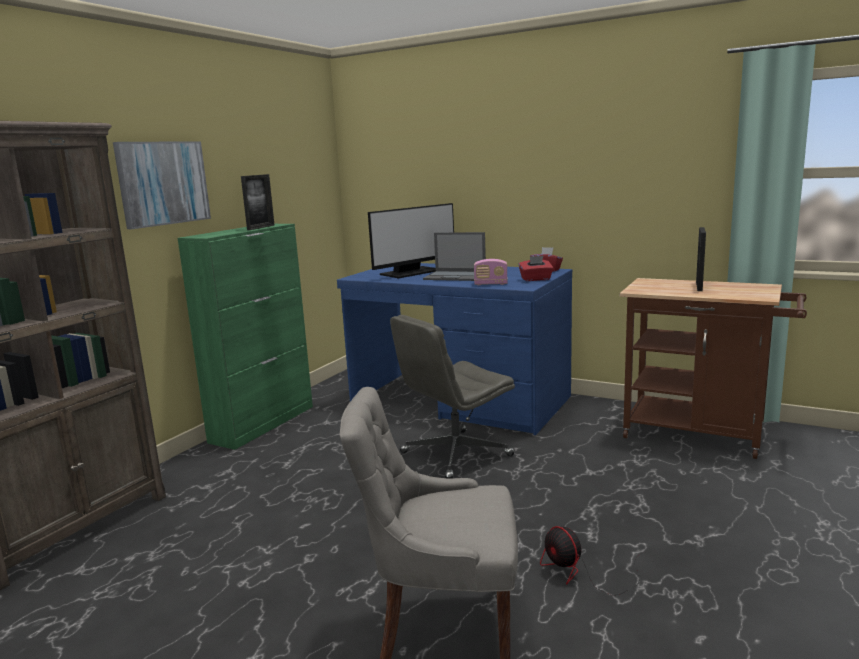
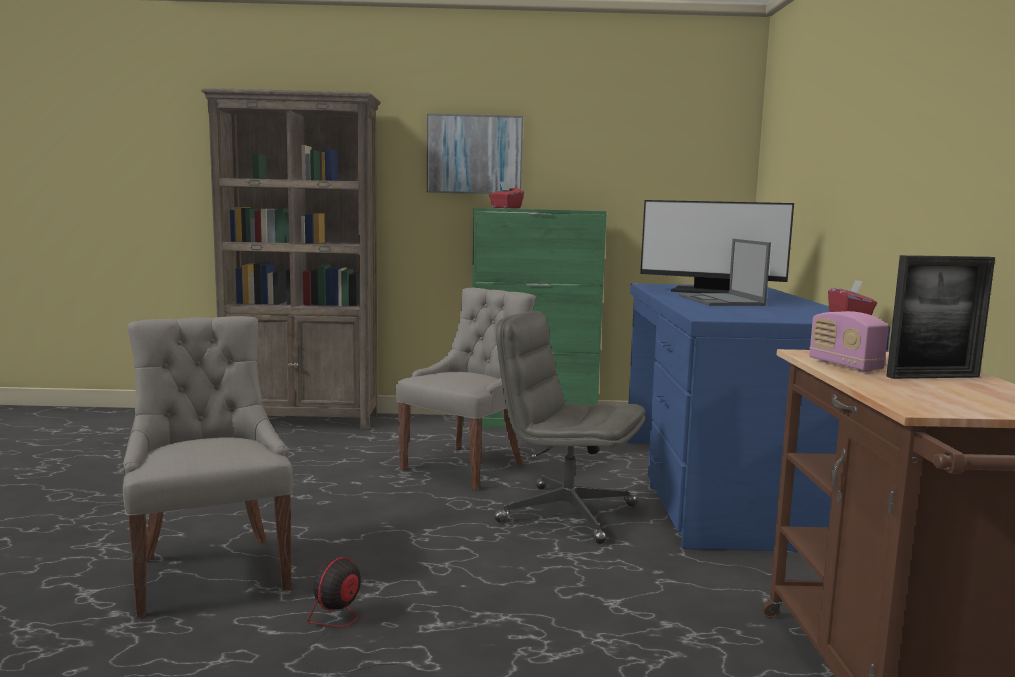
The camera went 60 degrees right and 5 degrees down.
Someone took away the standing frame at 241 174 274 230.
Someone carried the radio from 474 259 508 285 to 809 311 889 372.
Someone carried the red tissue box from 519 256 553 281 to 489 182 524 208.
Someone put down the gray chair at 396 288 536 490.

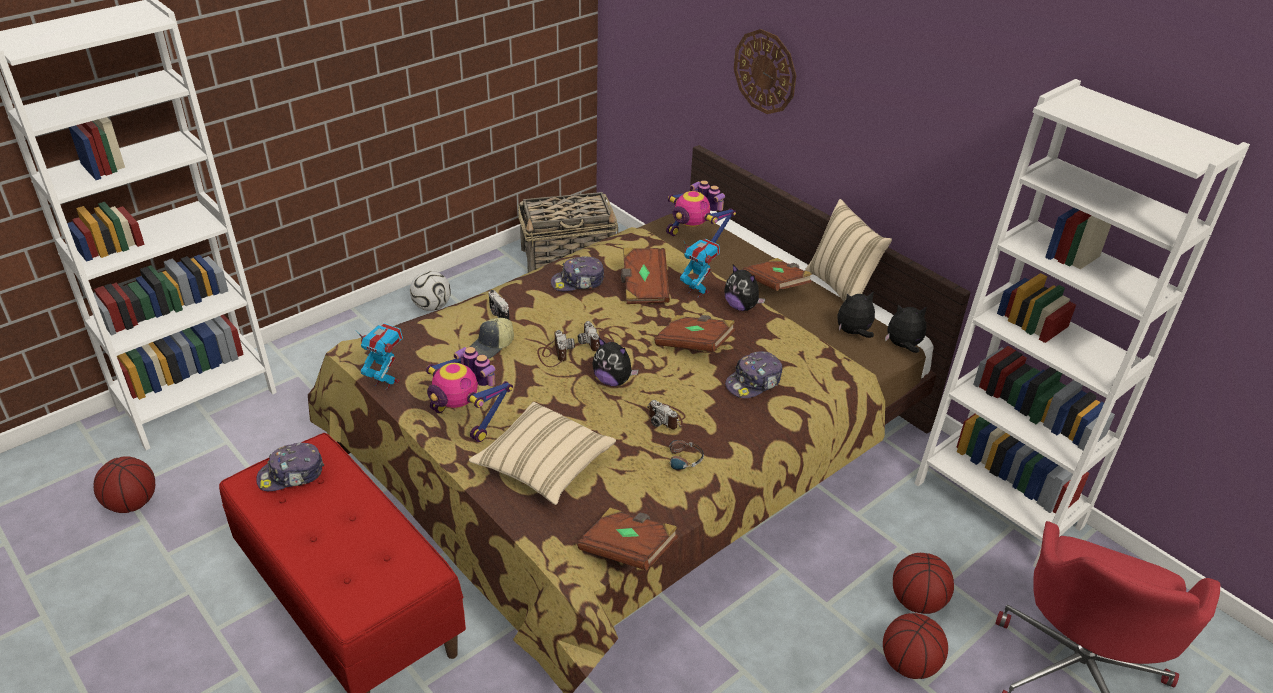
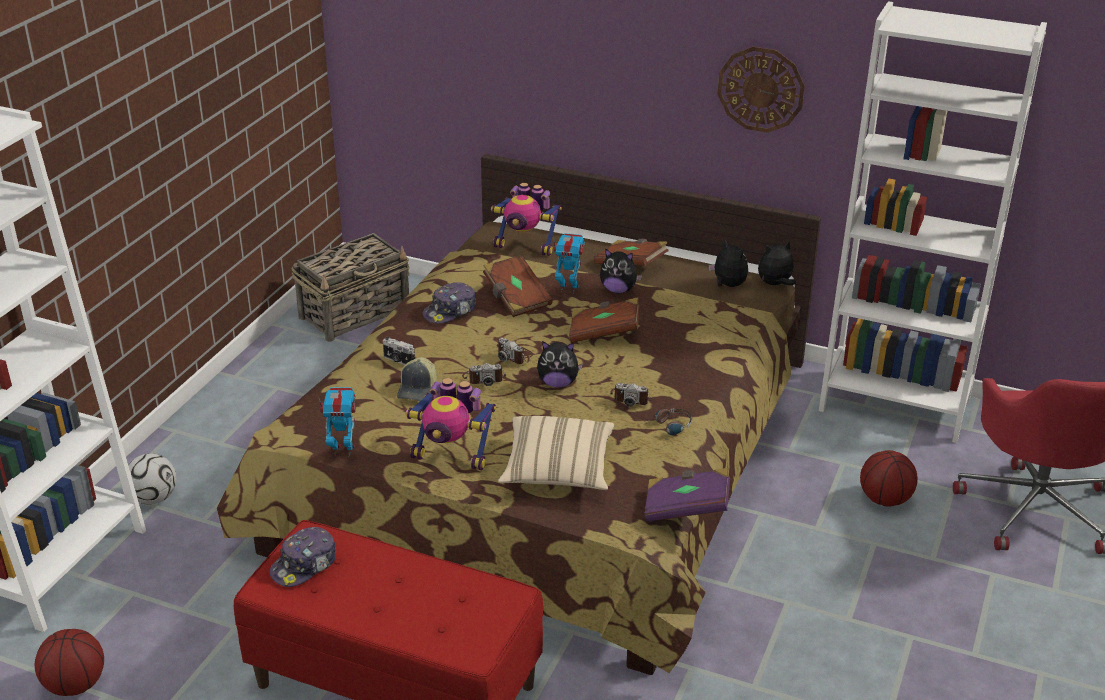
The camera went 25 degrees left and 5 degrees down.
Someone carried the football ball from 410 271 451 311 to 128 453 177 505.
Someone rotated the photo camera at 537 330 575 367 by 120 degrees clockwise.
Someone repainted the brown volume at 577 508 678 571, which became the purplish volume at 644 468 730 522.
Someone took away the baseball cap at 725 351 782 398.
Someone carried the clock on the wall from 734 29 796 114 to 718 47 805 133.
Someone took away the beige-coloured pillow at 805 199 892 301.
Someone rotated the cuddly toy at 837 291 875 338 by 90 degrees clockwise.
Someone took away the basketball ball at 883 613 948 679.

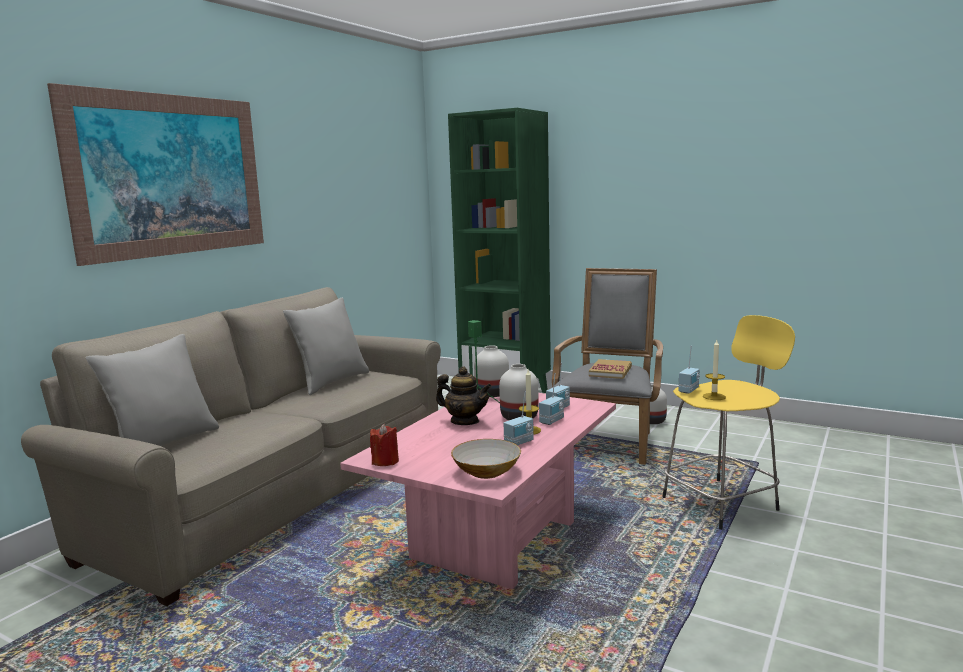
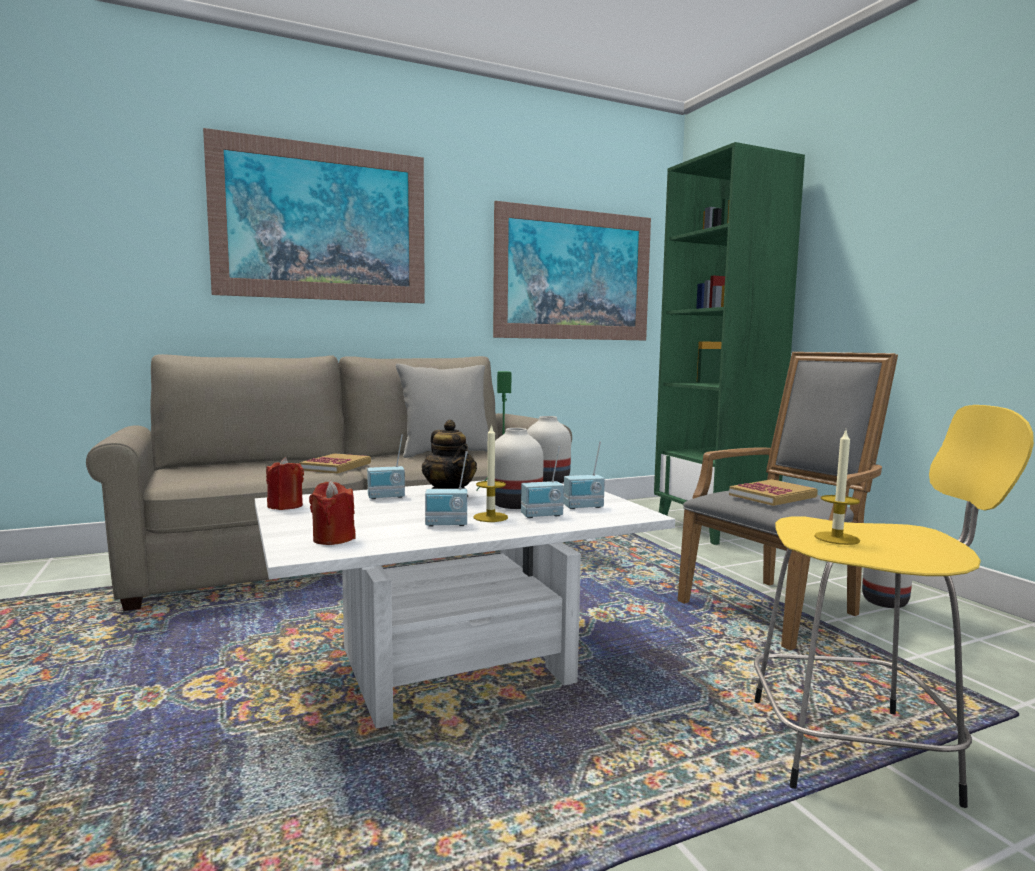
The camera went 35 degrees right and 5 degrees down.
Someone took away the gray pillow at 86 334 219 446.
Someone repainted the pinkish lounge table at 340 393 616 589, which became the white lounge table at 255 480 675 729.
Someone swapped the serving bowl at 451 439 521 479 for the red wax candle at 309 481 356 545.
Someone carried the radio from 678 346 700 394 to 367 434 405 499.
Someone put down the volume at 299 453 371 473.
Someone put up the wall picture at 493 201 651 340.

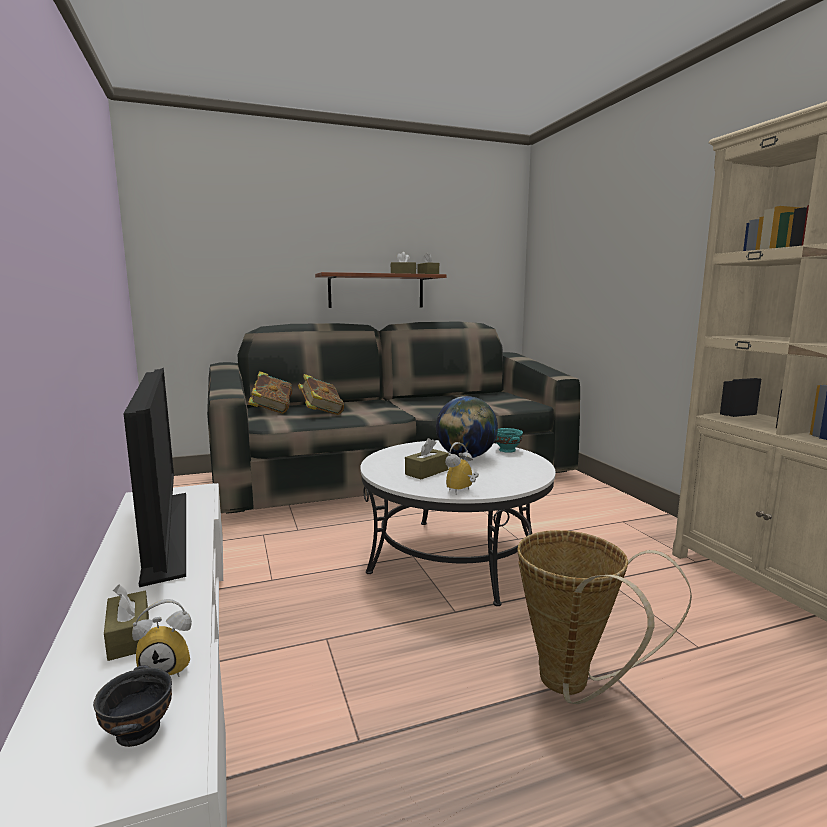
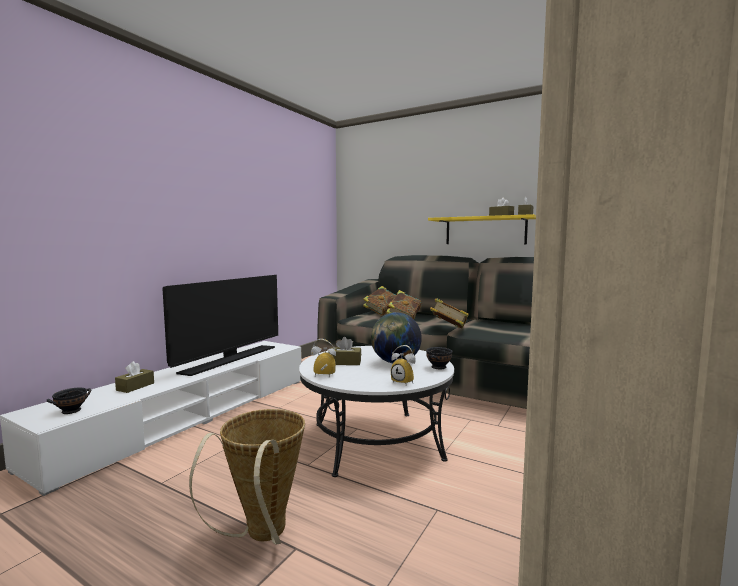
The camera went 50 degrees right and 5 degrees down.
Someone carried the table clock from 132 599 192 677 to 391 345 416 384.
Someone repainted the brown wall shelf at 315 272 447 308, which became the yellow wall shelf at 428 214 536 244.
Someone repainted the turquoise serving bowl at 495 428 523 453, which became the blackish serving bowl at 426 347 452 370.
Someone put down the volume at 430 298 469 328.

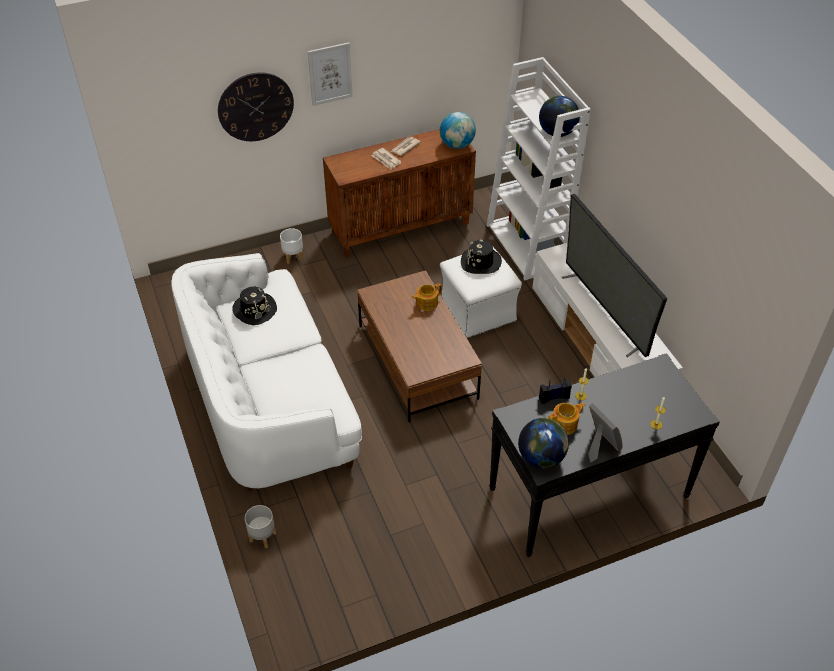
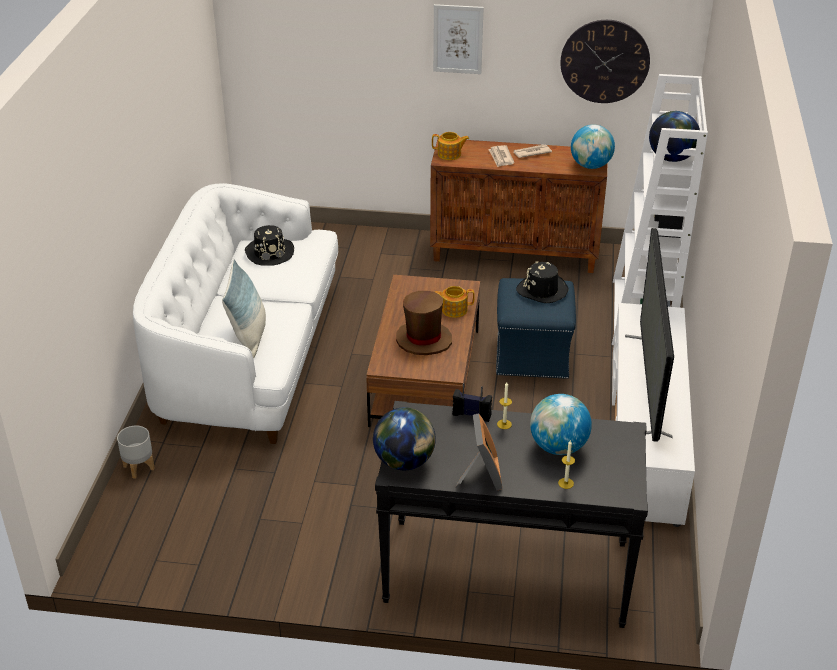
The camera went 30 degrees right and 10 degrees down.
Someone carried the clock on the wall from 218 72 294 141 to 560 20 650 103.
Someone took away the white plant pot at 280 228 303 264.
Someone repainted the white pouffe at 440 247 522 338, which became the blue-coloured pouffe at 496 278 576 379.
Someone carried the pot for tea from 548 403 586 435 to 432 132 469 160.
Someone put down the pillow at 222 259 266 359.
Someone put down the brown clothing hat at 396 291 452 355.
Someone put down the globe at 530 394 592 455.

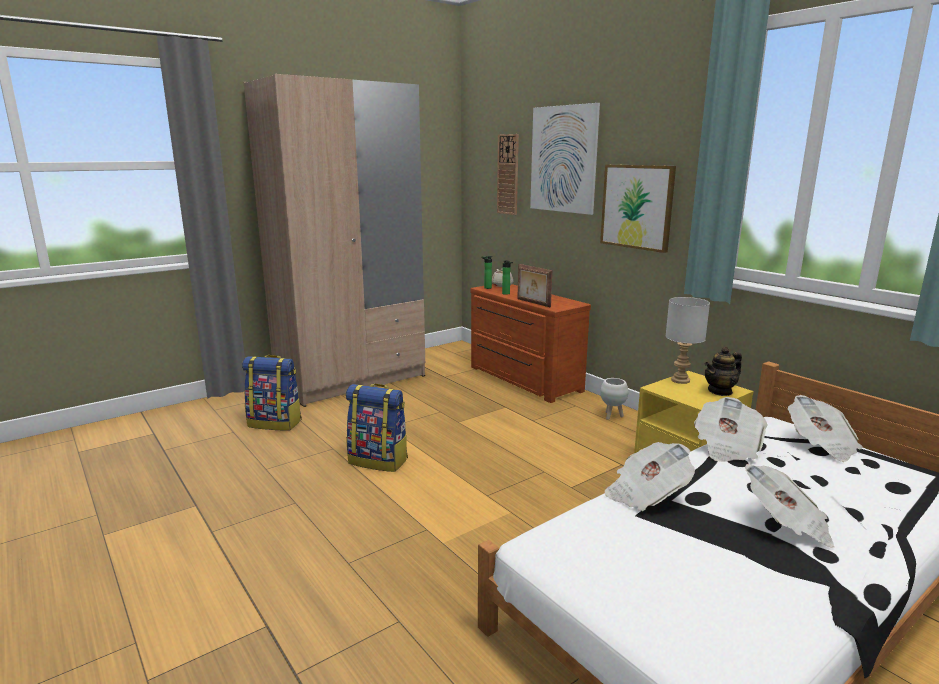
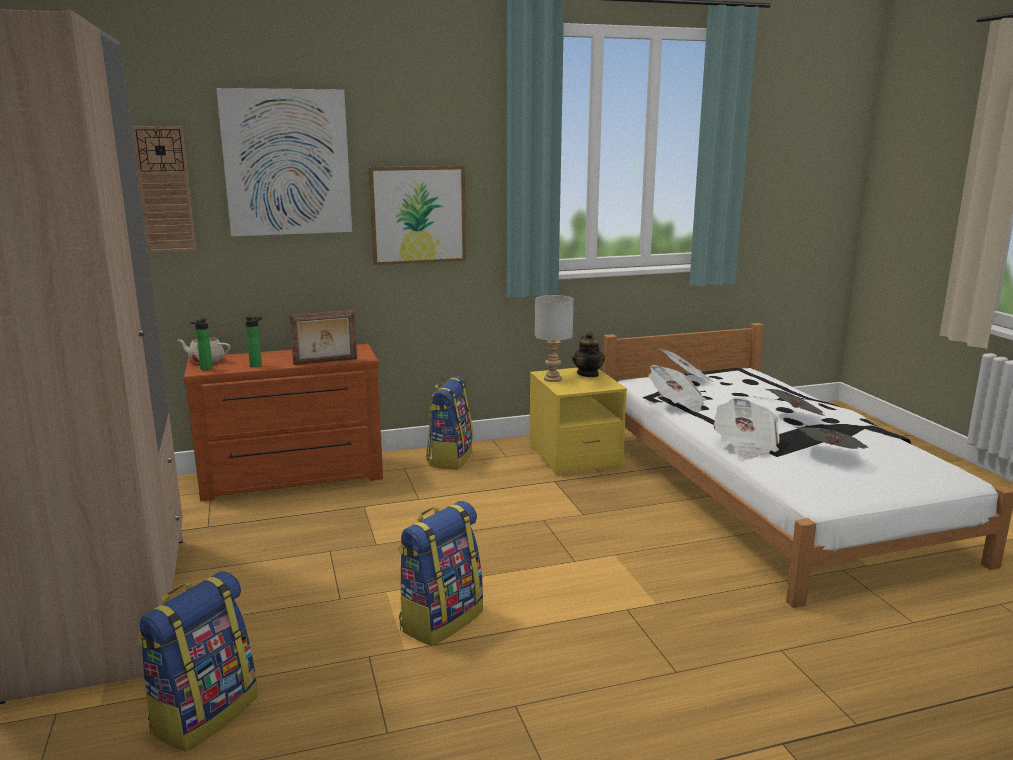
The camera went 70 degrees left and 0 degrees up.
Someone swapped the white plant pot at 600 378 628 420 for the knapsack at 426 376 473 470.
Someone put down the newspaper at 796 427 868 449.

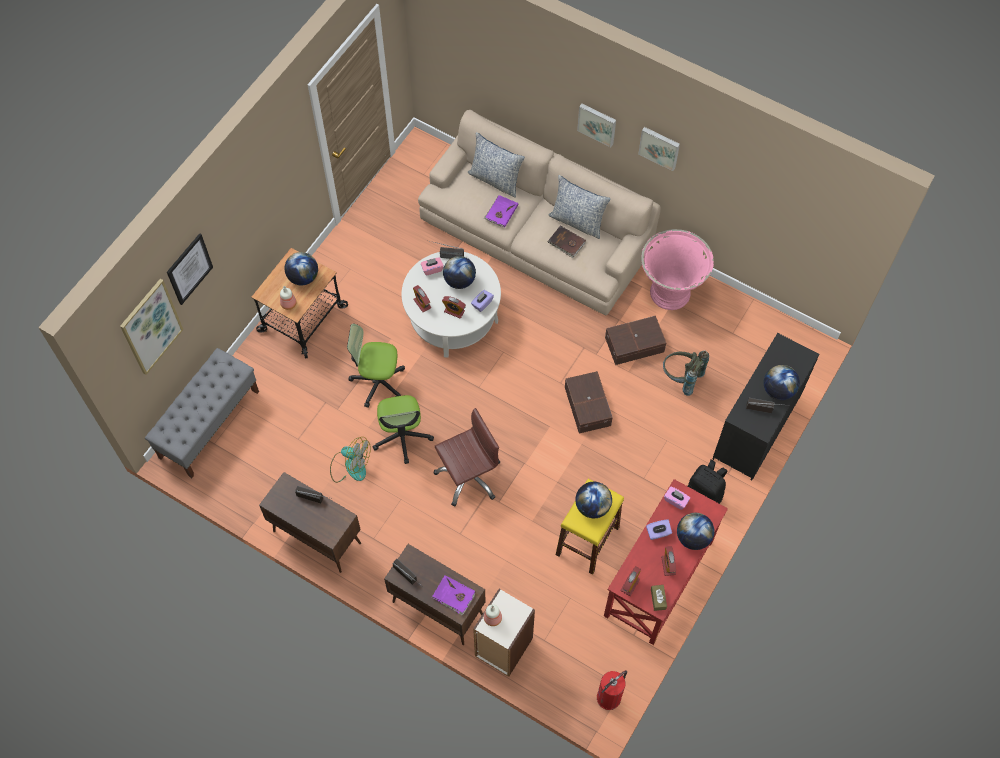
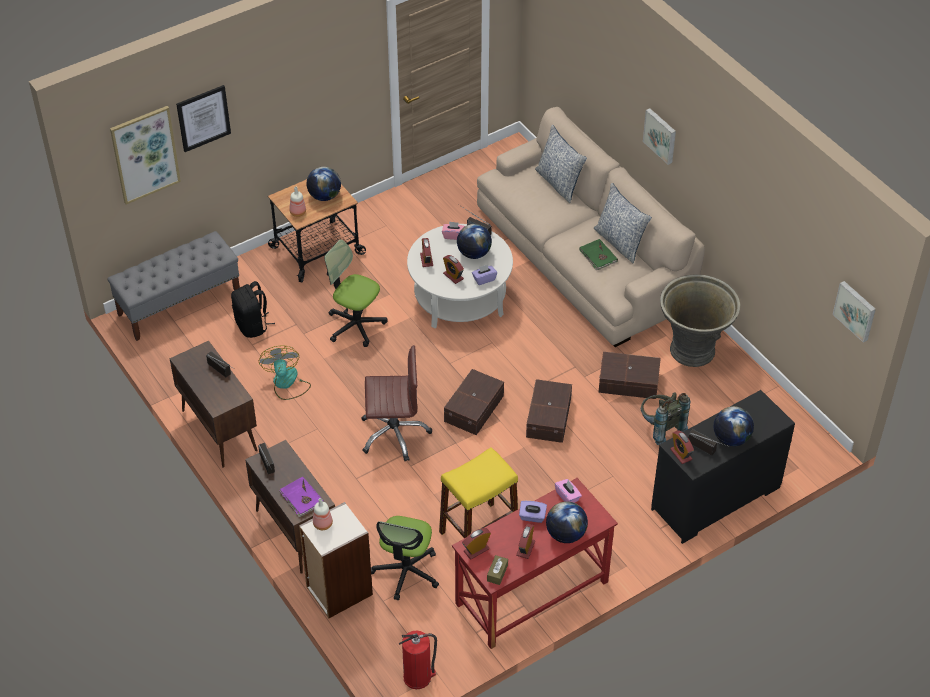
The camera went 25 degrees right and 15 degrees down.
Someone rotated the cooling fan at 330 437 371 483 by 150 degrees counterclockwise.
Someone carried the desk chair from 373 395 434 464 to 371 516 439 601.
Someone took away the purplish volume at 484 195 518 228.
Someone repainted the brown volume at 548 226 586 258, which became the green-coloured volume at 579 239 618 270.
Someone took away the globe at 575 482 612 518.
Someone carried the wall picture from 638 127 680 171 to 833 281 876 343.
Someone repainted the pinkish plant pot at 641 229 714 310, which became the gray plant pot at 660 275 740 367.
Someone carried the blackish knapsack from 688 459 727 504 to 231 281 275 338.
Someone put down the brown storage bin at 444 369 504 435.
Someone put down the table clock at 670 430 694 464.

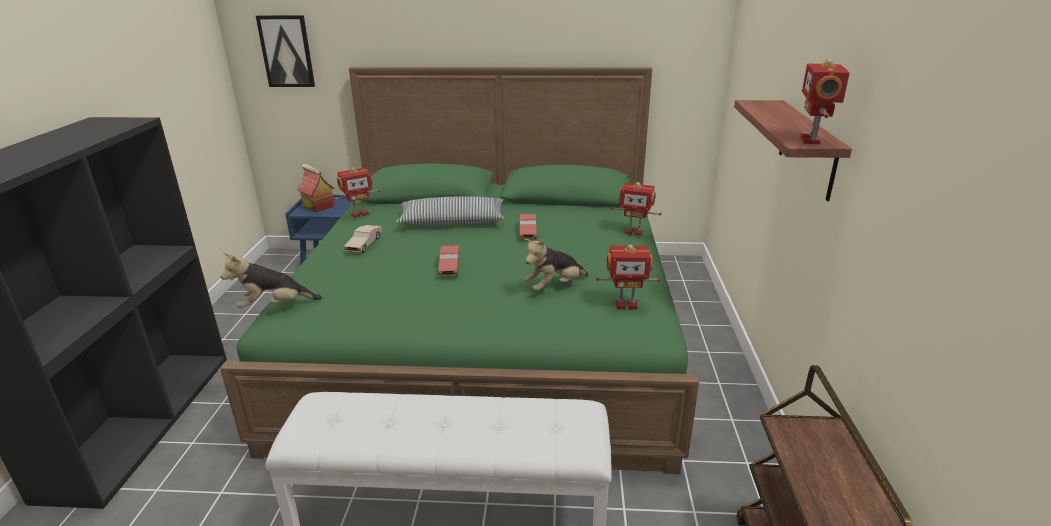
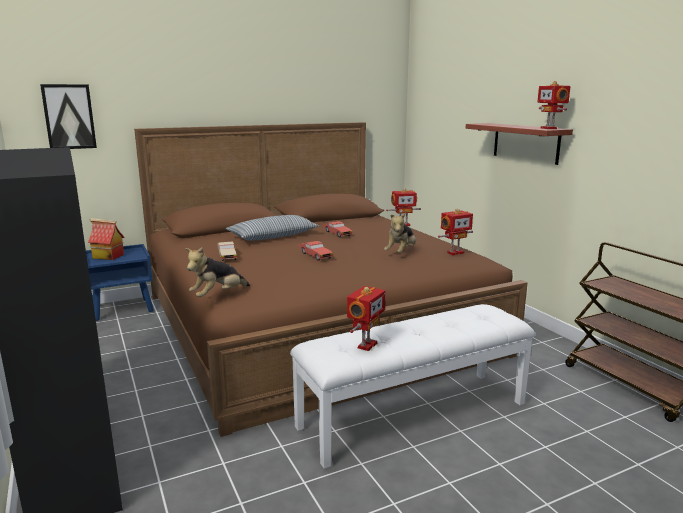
The camera went 30 degrees left and 10 degrees down.
Someone repainted the green-coloured sleeping bed at 220 67 699 474, which became the brown sleeping bed at 134 122 528 437.
Someone carried the toy robot from 333 167 380 218 to 347 286 385 351.

